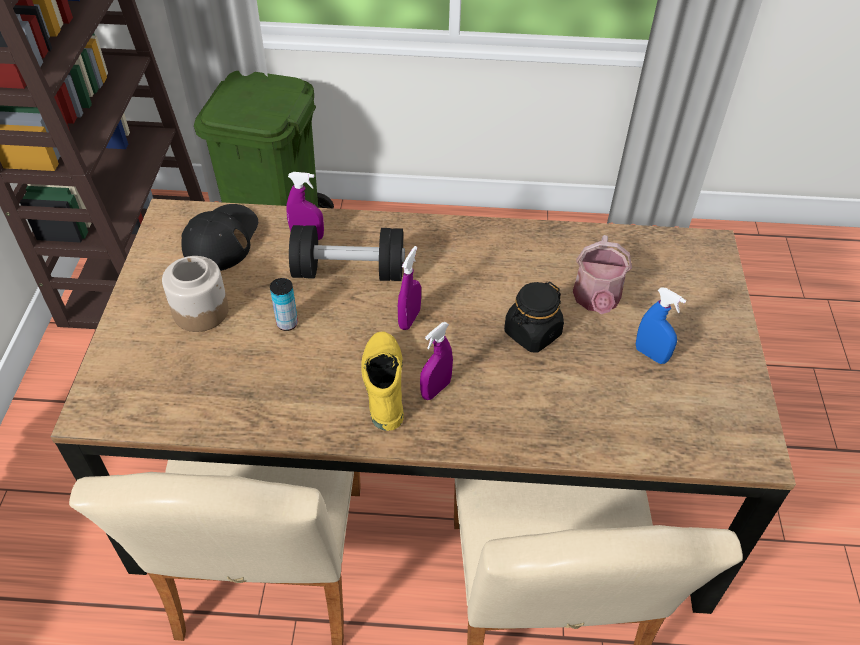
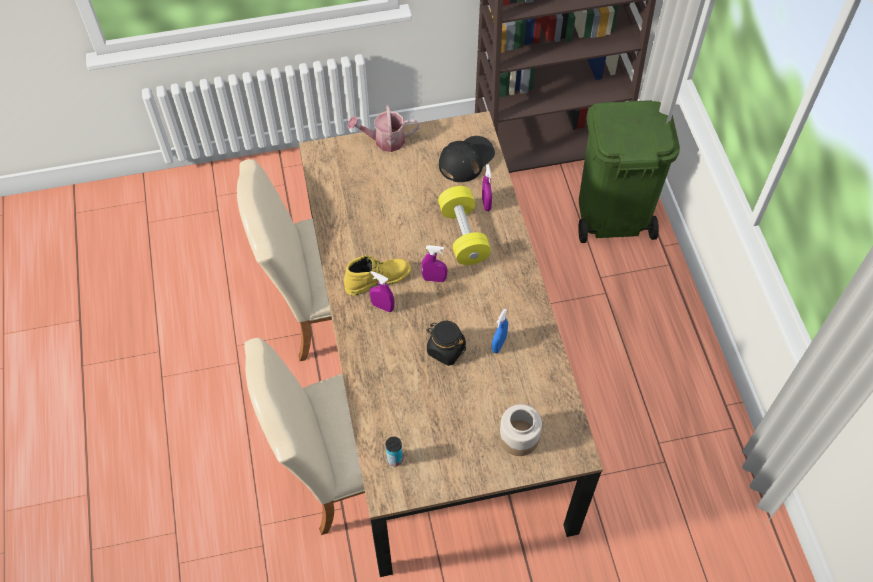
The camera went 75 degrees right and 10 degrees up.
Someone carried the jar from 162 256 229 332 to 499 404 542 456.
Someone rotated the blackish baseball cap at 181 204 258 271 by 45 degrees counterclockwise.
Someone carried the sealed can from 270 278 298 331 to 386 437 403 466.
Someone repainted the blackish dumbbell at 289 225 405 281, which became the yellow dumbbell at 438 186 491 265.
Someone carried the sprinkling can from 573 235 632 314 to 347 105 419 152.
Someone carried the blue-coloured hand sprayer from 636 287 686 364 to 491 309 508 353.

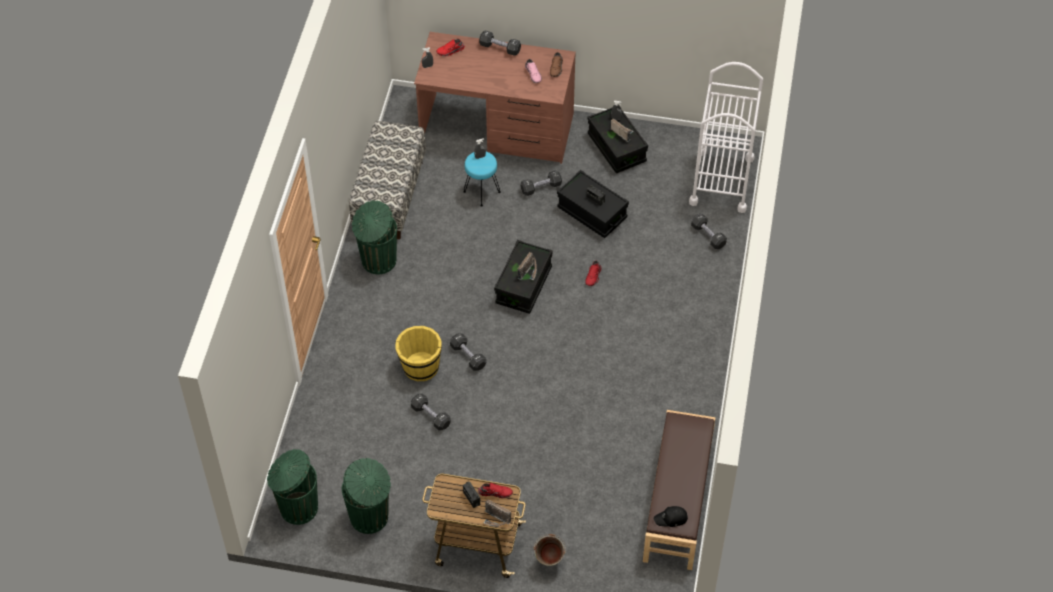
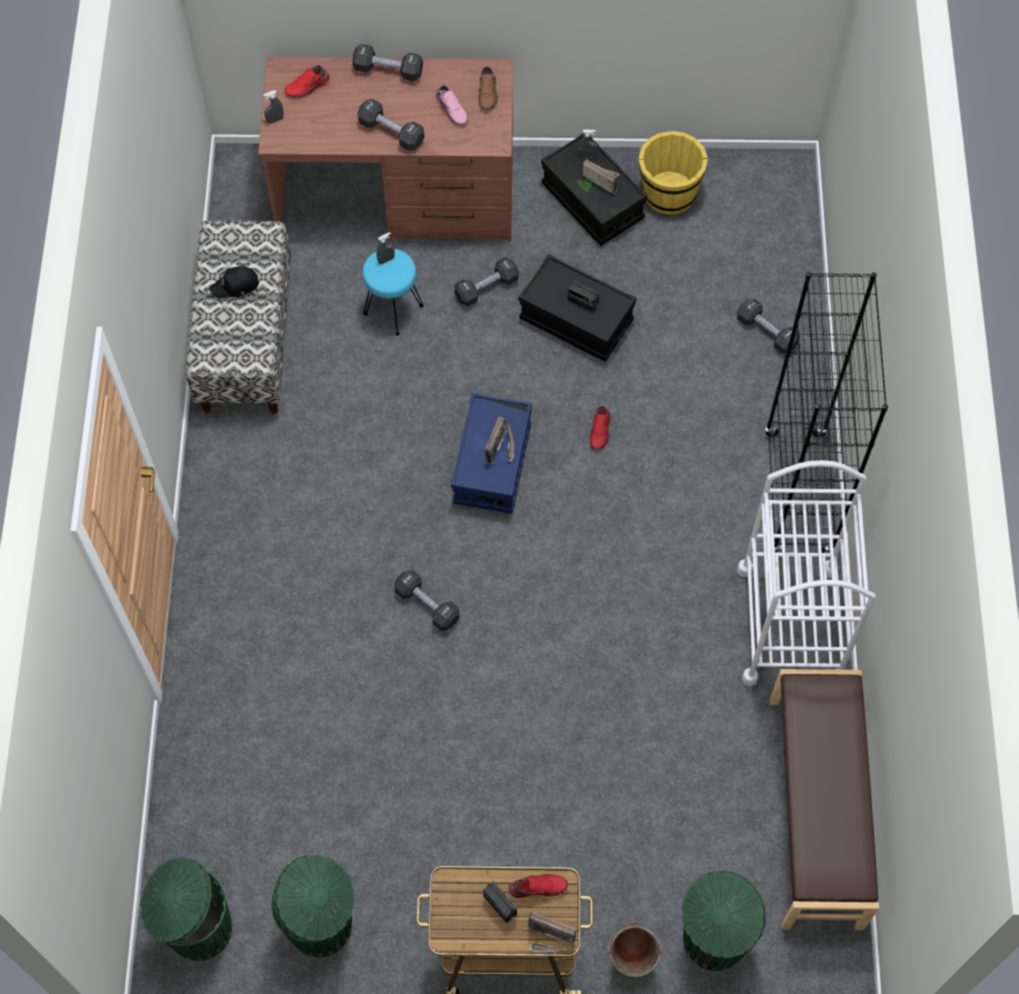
The camera went 10 degrees left and 10 degrees up.
Someone carried the green-coloured waste bin from 352 200 397 274 to 681 871 766 971.
Someone carried the yellow water bucket from 395 326 442 381 to 639 131 708 215.
Someone carried the blackish dumbbell from 411 394 451 430 to 358 99 424 151.
Someone repainted the blackish storage bin at 494 240 553 314, which became the blue-coloured storage bin at 451 393 532 514.
Someone carried the blackish baseball cap from 654 506 688 527 to 209 266 259 298.
Someone carried the white trolley from 689 62 763 213 to 737 460 876 686.
Someone put down the blackish bookcase at 764 272 888 553.

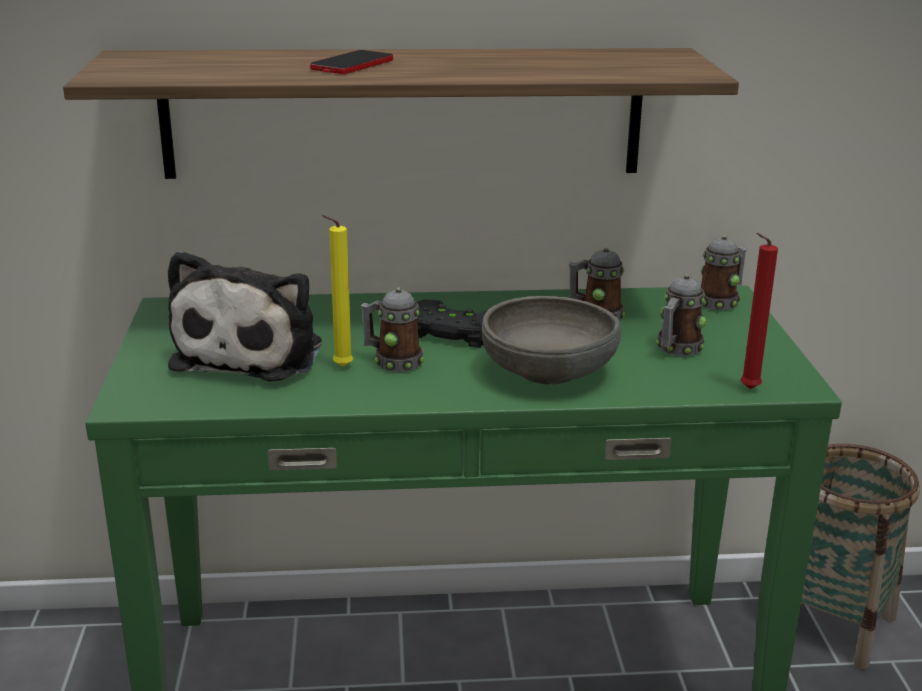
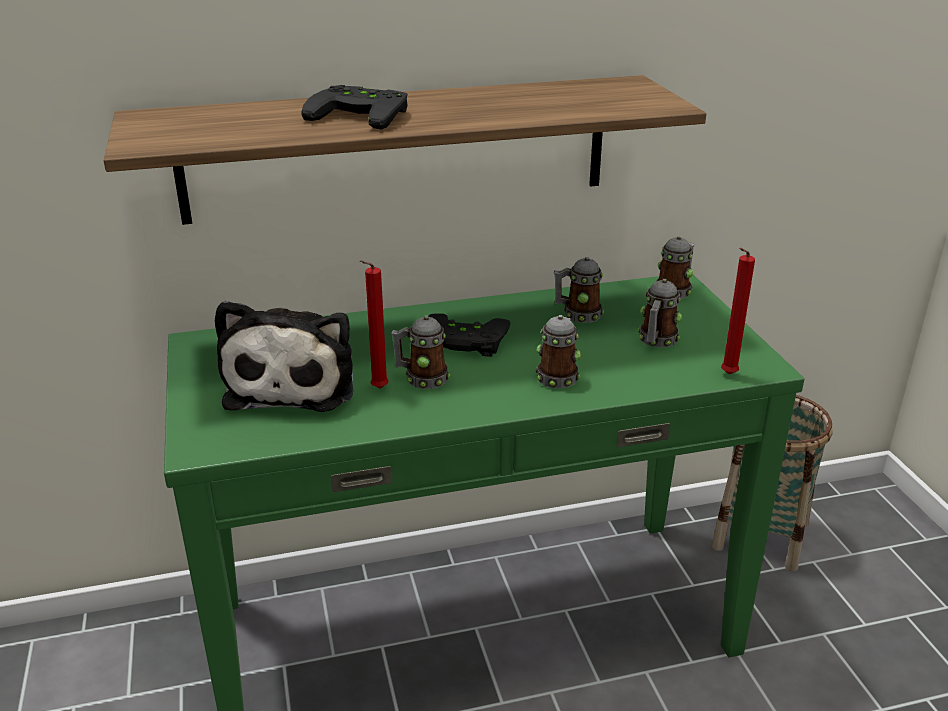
The camera went 10 degrees left and 5 degrees up.
Someone swapped the handset at 310 50 393 74 for the blackish joypad at 302 85 408 130.
Someone repainted the yellow wax candle at 322 215 353 367, which became the red wax candle at 360 260 389 388.
Someone swapped the gray serving bowl at 482 296 621 385 for the mug at 535 315 581 388.

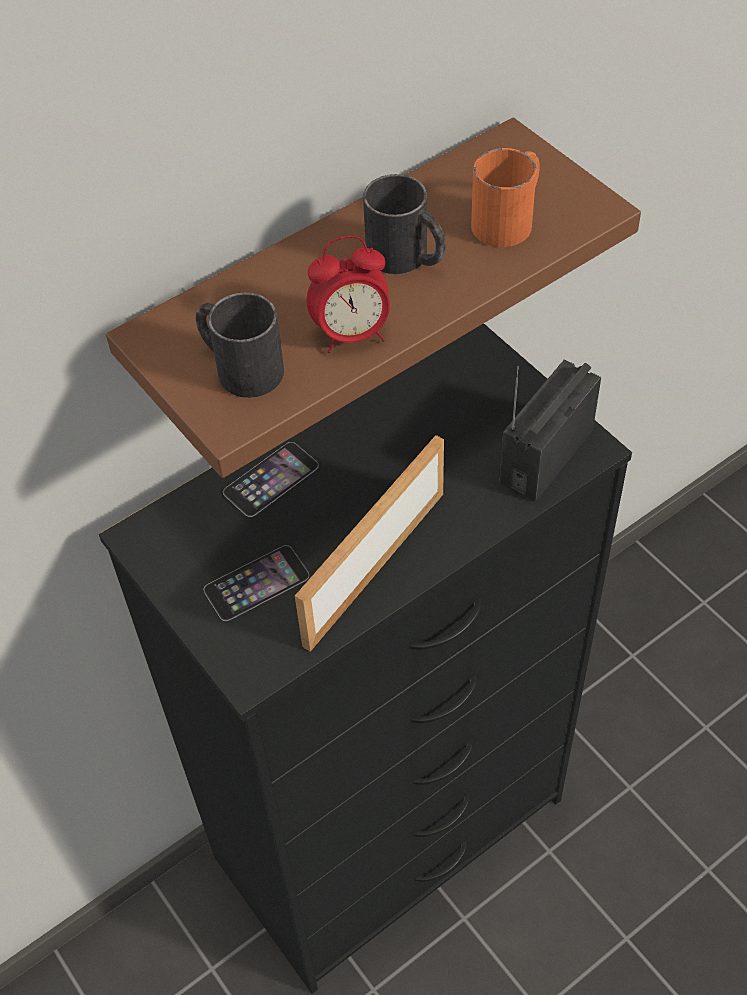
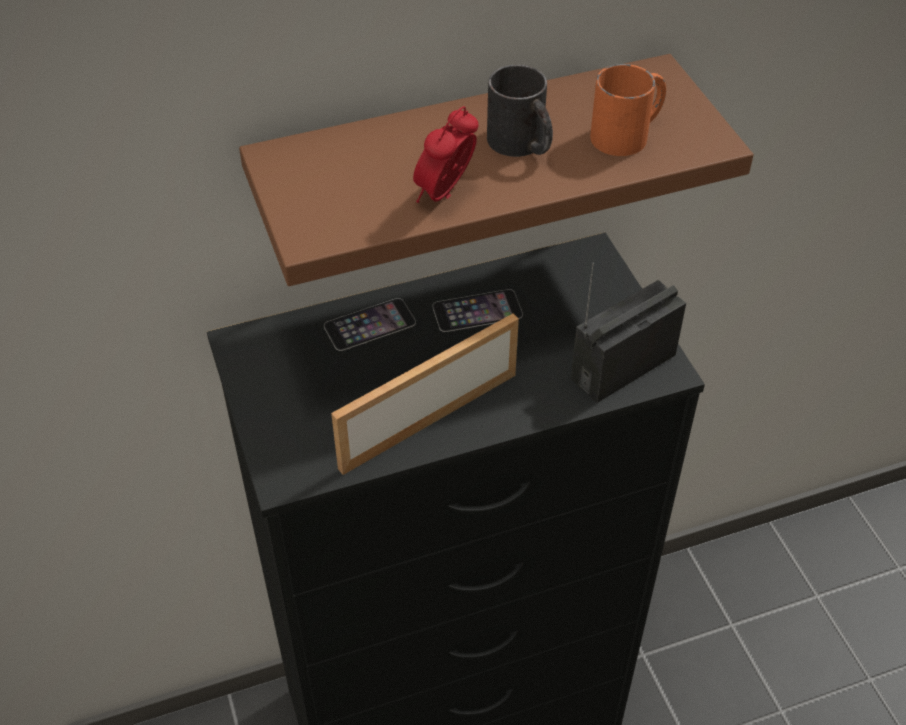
The camera went 15 degrees right and 5 degrees down.
Someone took away the blackish mug at 196 292 284 398.
Someone carried the handset from 204 545 309 621 to 433 289 523 332.
Someone rotated the table clock at 306 236 390 353 by 120 degrees clockwise.

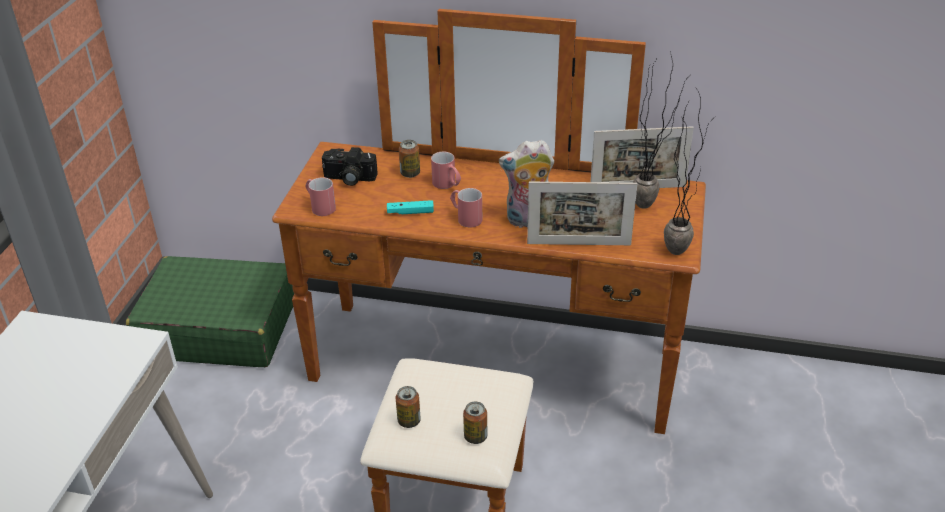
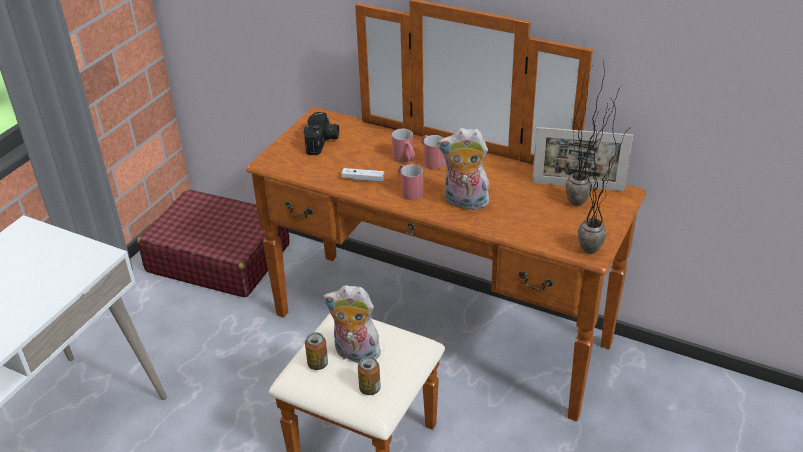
The camera went 15 degrees right and 0 degrees up.
Someone repainted the green-coloured suitcase at 126 256 294 367, which became the red suitcase at 137 189 290 297.
Someone carried the red mug from 305 177 336 216 to 421 135 445 169.
Someone rotated the photo camera at 322 147 378 186 by 105 degrees counterclockwise.
Someone repainted the turquoise joypad at 387 200 434 214, which became the white joypad at 341 168 384 182.
Someone took away the sealed can at 399 140 420 178.
Someone took away the standing frame at 527 182 637 245.
Someone put down the cuddly toy at 323 285 383 363.

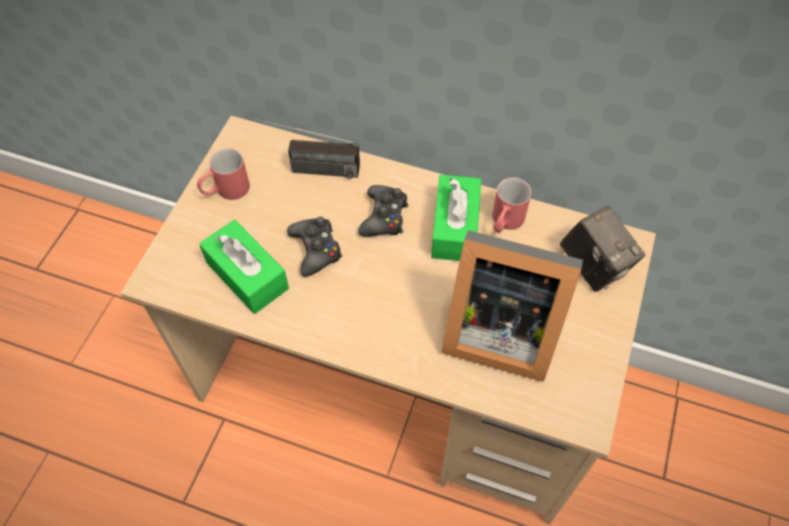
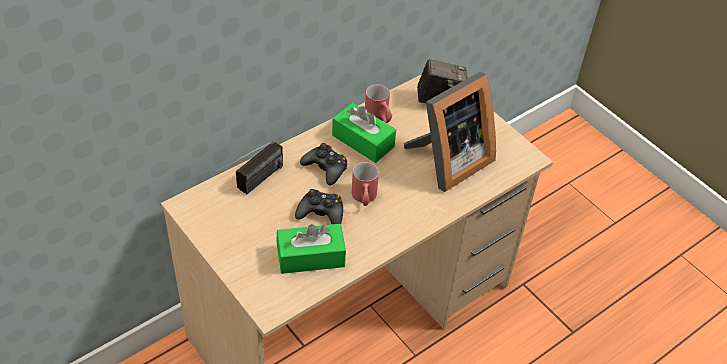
The camera went 60 degrees left and 10 degrees down.
Someone carried the red mug from 197 148 250 200 to 352 162 379 206.

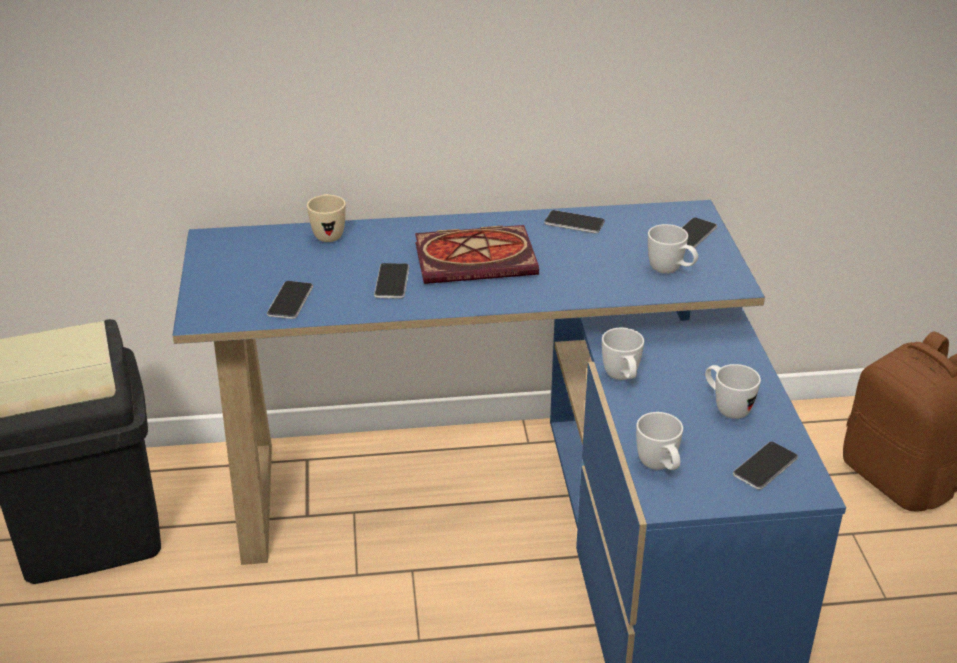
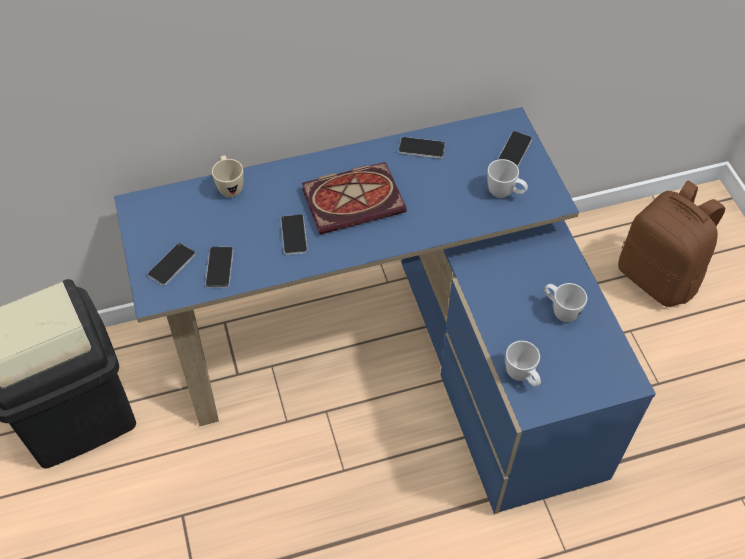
The camera went 10 degrees left and 20 degrees up.
Someone took away the white mug at 602 328 644 380.
Someone carried the handset from 733 442 798 490 to 147 243 196 286.

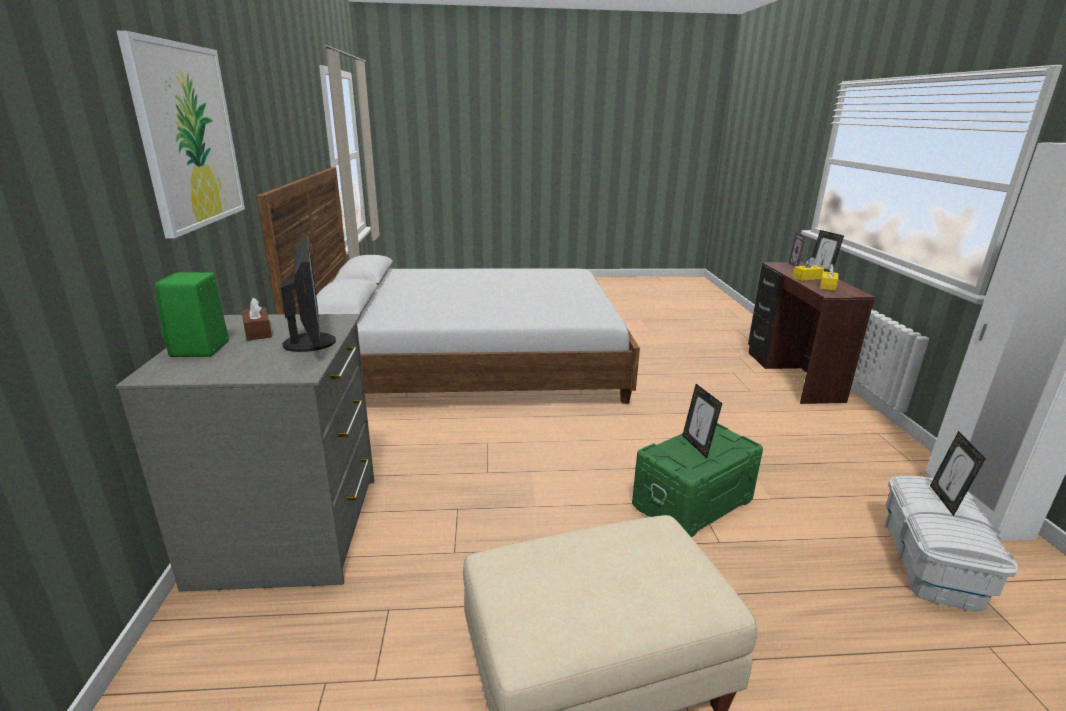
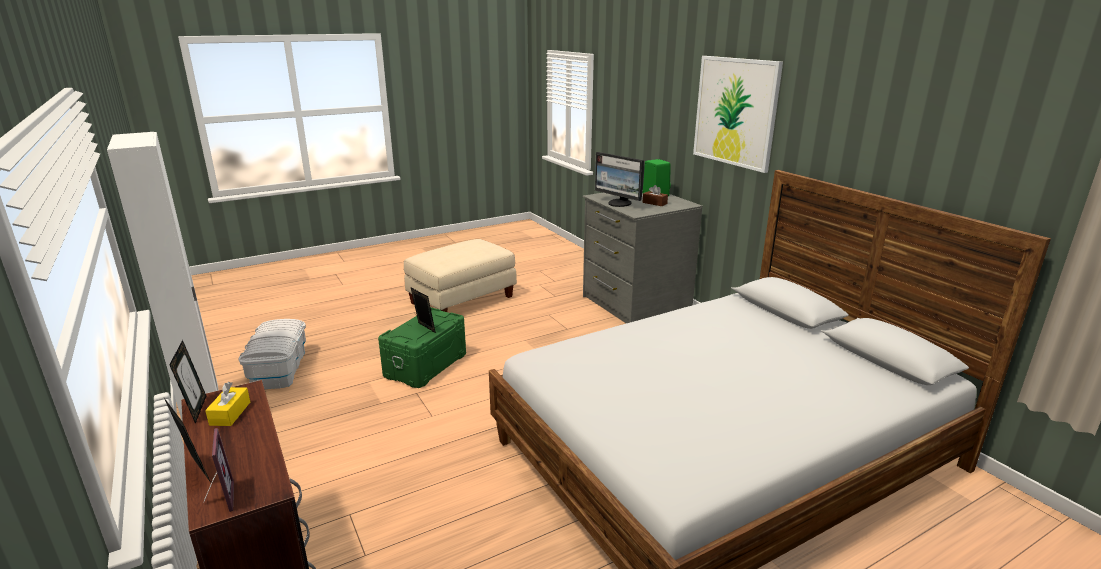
The camera went 155 degrees right and 0 degrees up.
Someone took away the yellow tissue box at 792 257 824 281.
Someone carried the standing frame from 930 431 986 516 to 169 340 206 424.

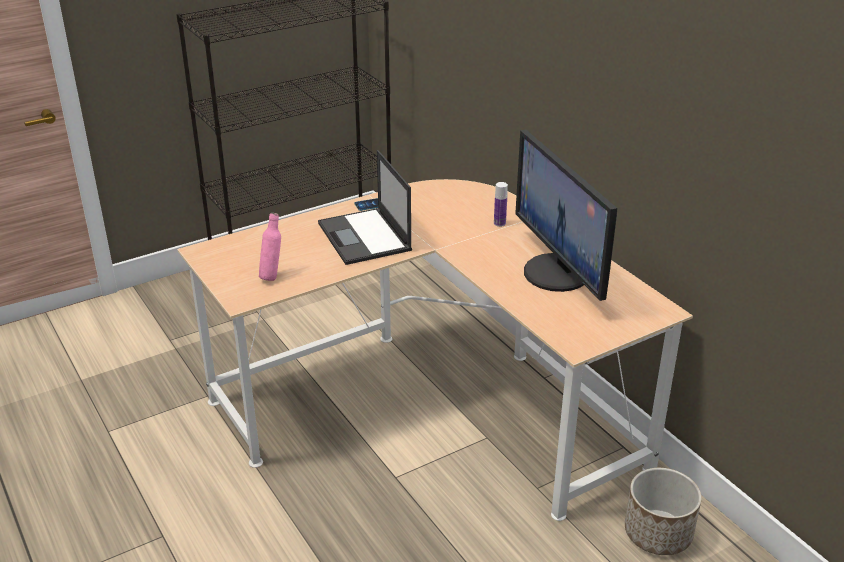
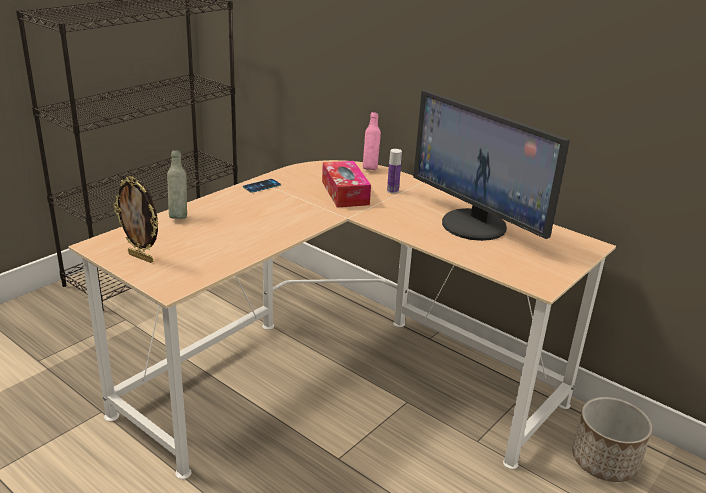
The camera went 20 degrees left and 5 degrees down.
Someone carried the pinkish bottle from 259 212 281 281 to 363 112 381 170.
Someone took away the portable computer at 318 150 412 265.
Someone put down the standing frame at 114 176 159 263.
Someone put down the gray bottle at 167 150 187 219.
Someone put down the tissue box at 322 161 371 208.

